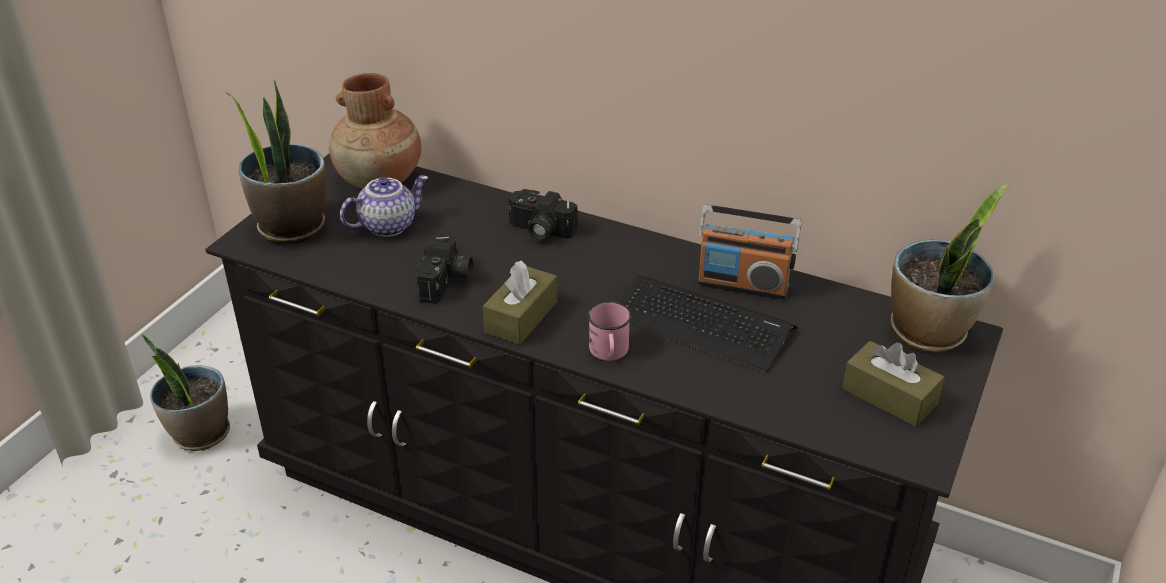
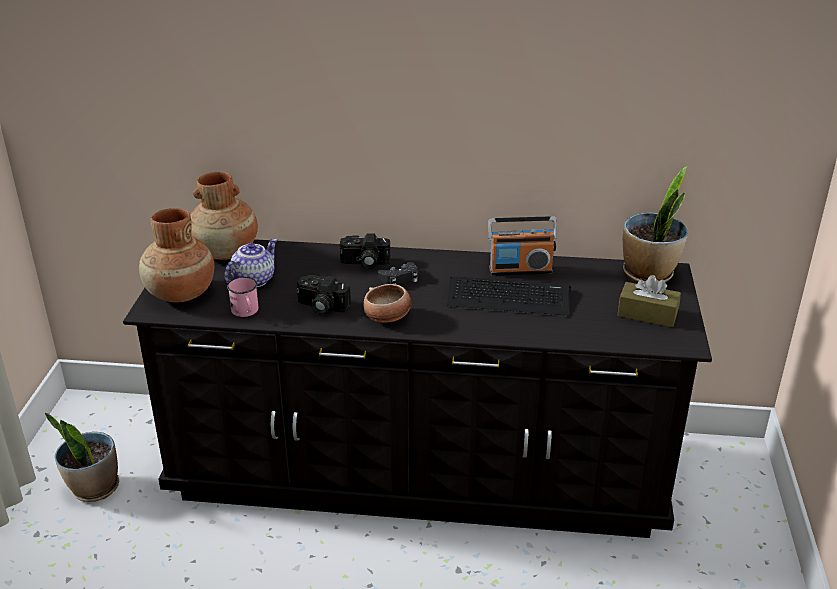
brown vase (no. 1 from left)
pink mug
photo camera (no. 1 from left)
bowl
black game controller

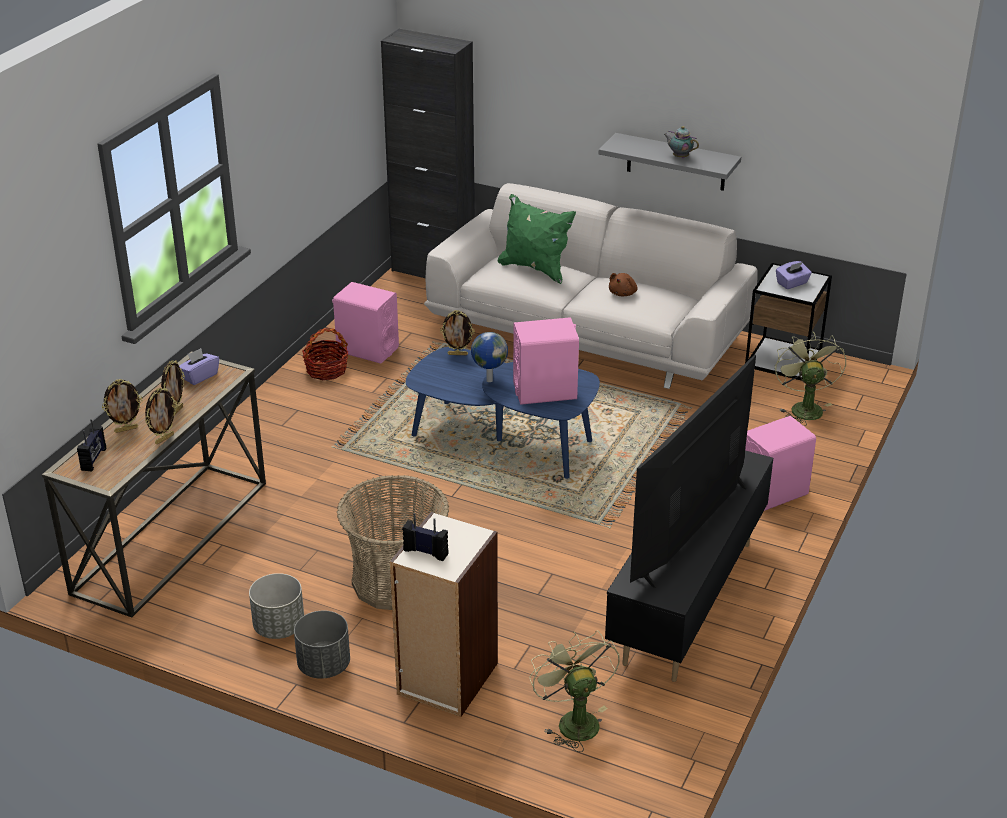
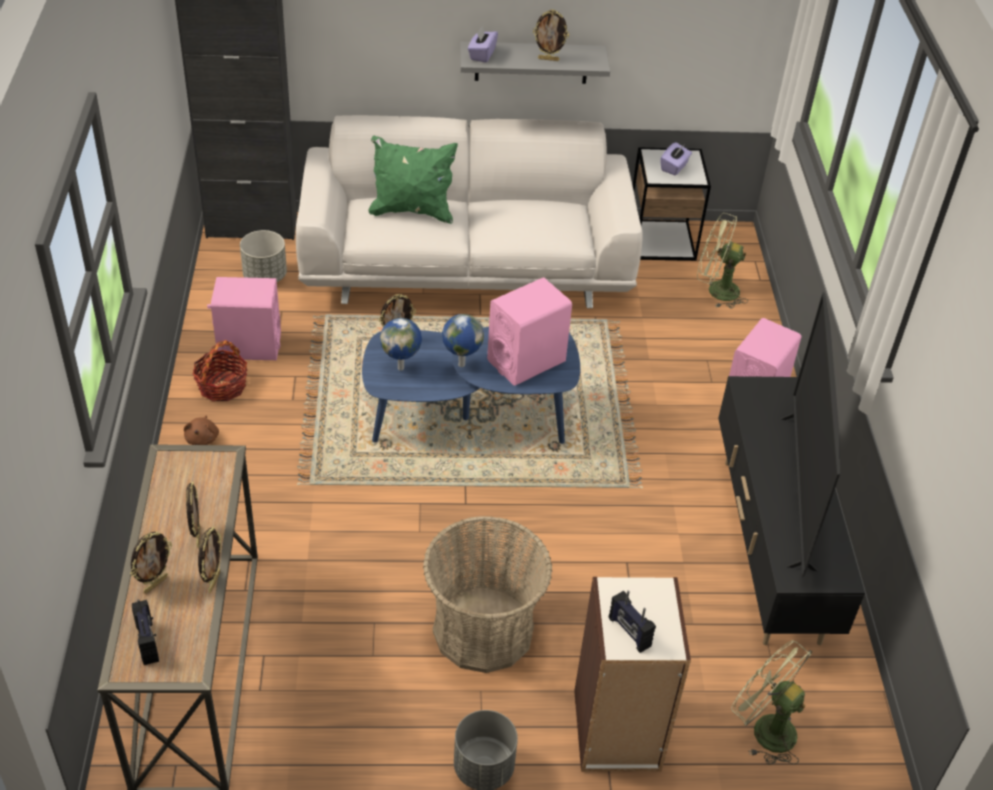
brown plush toy
grey planter (no. 1 from left)
globe (no. 1 from left)
purple tissue box (no. 1 from left)
picture frame (no. 5 from left)
radio (no. 2 from left)
green fan (no. 1 from left)

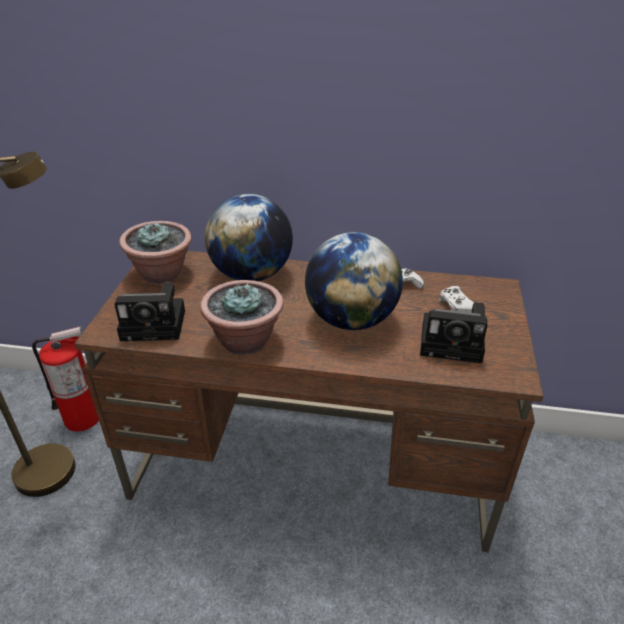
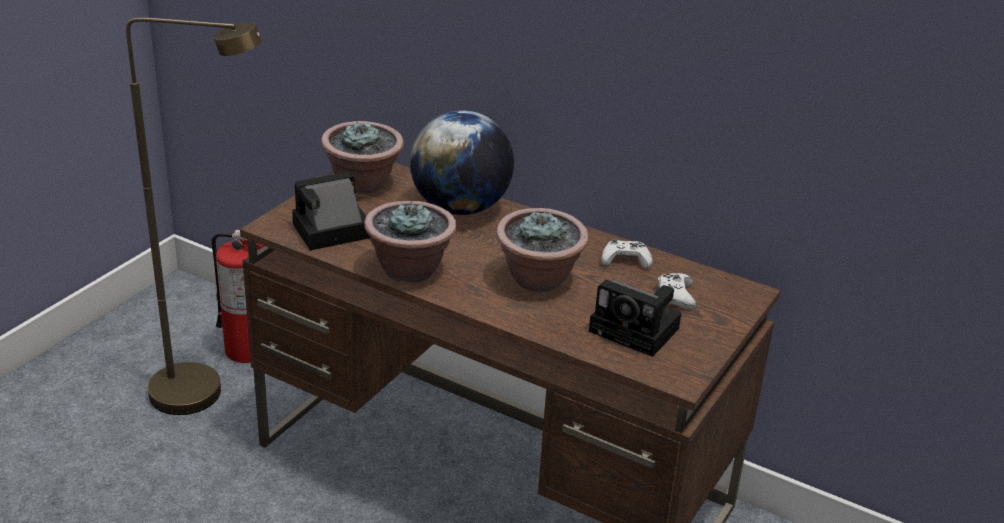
photo camera (no. 1 from left)
potted plant (no. 3 from left)

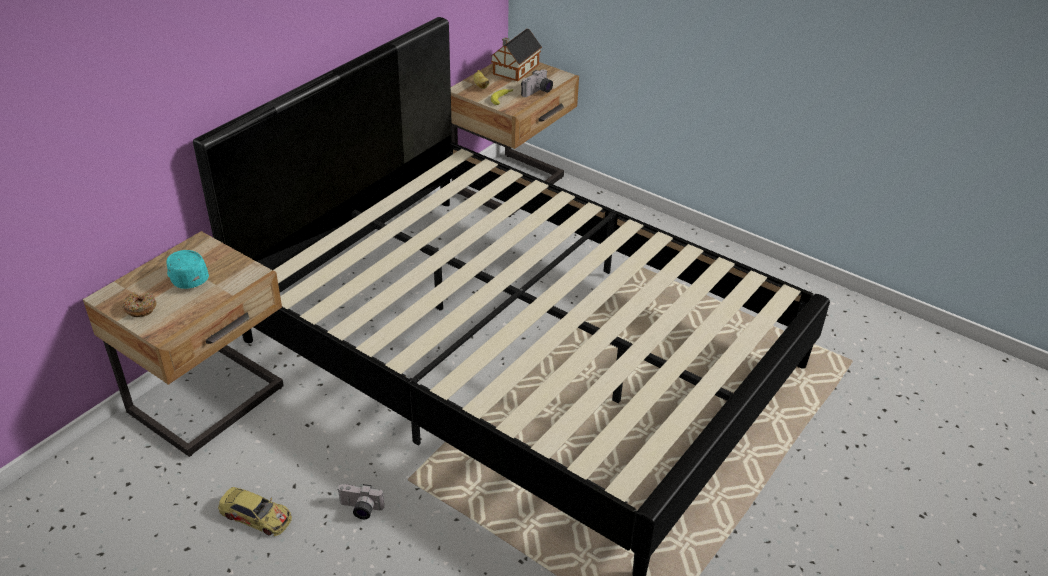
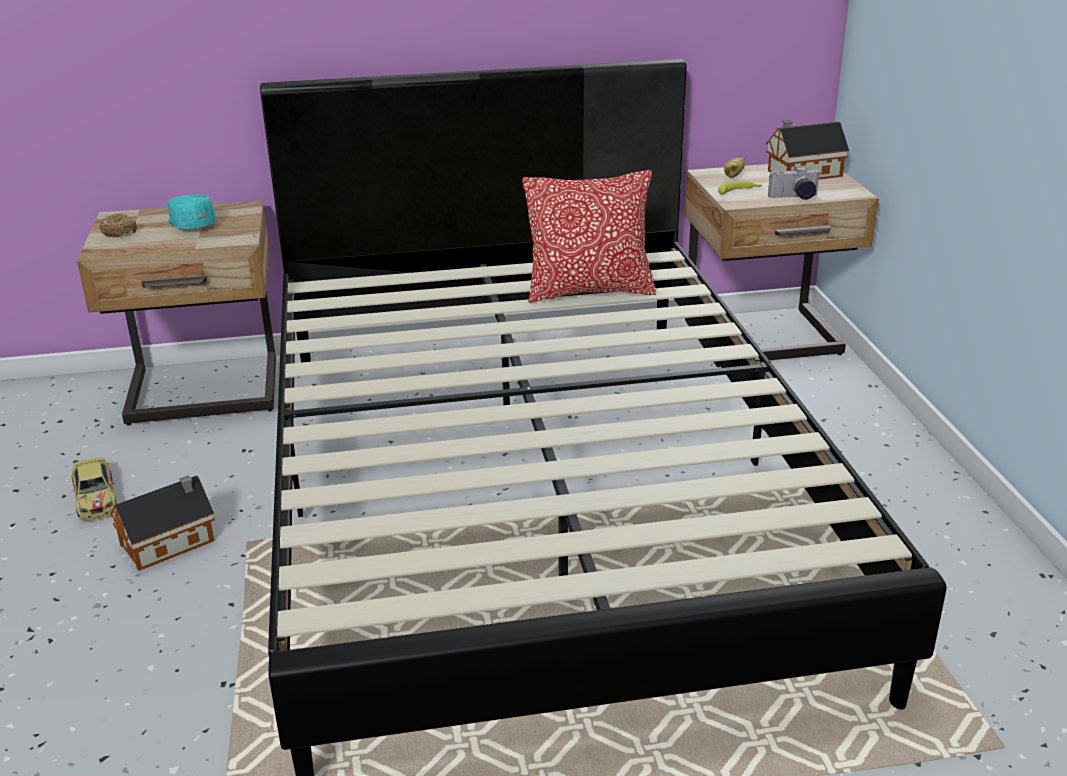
toy house (no. 1 from left)
turquoise cap
pillow

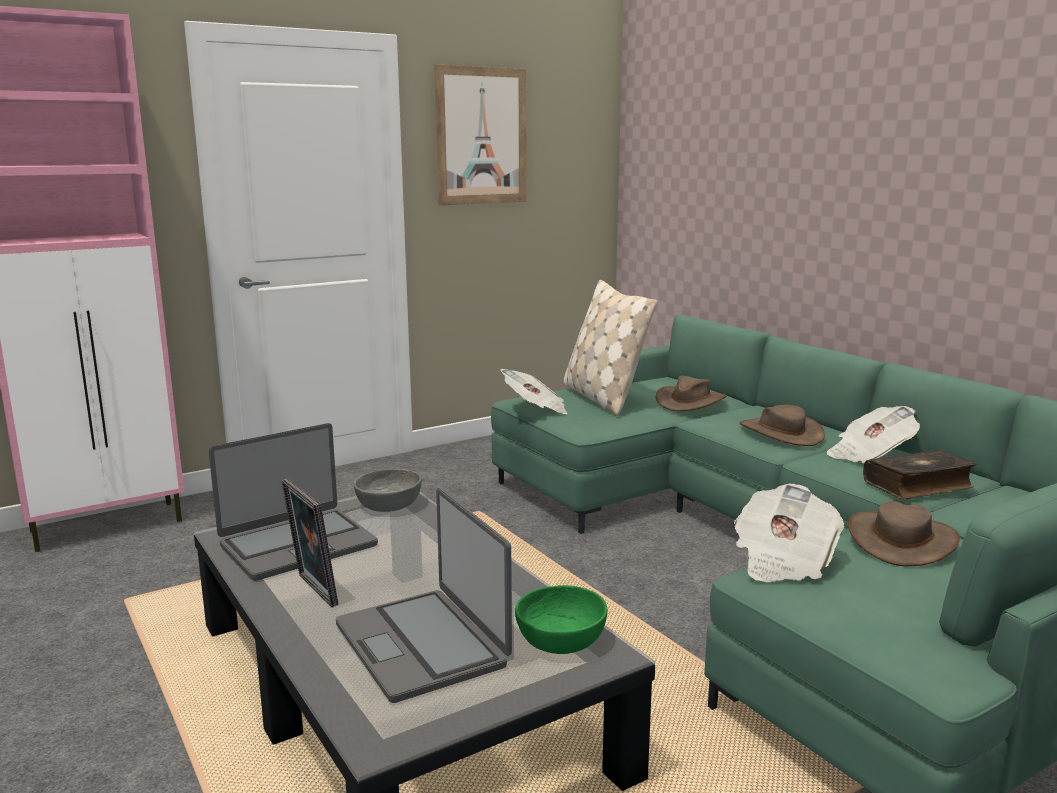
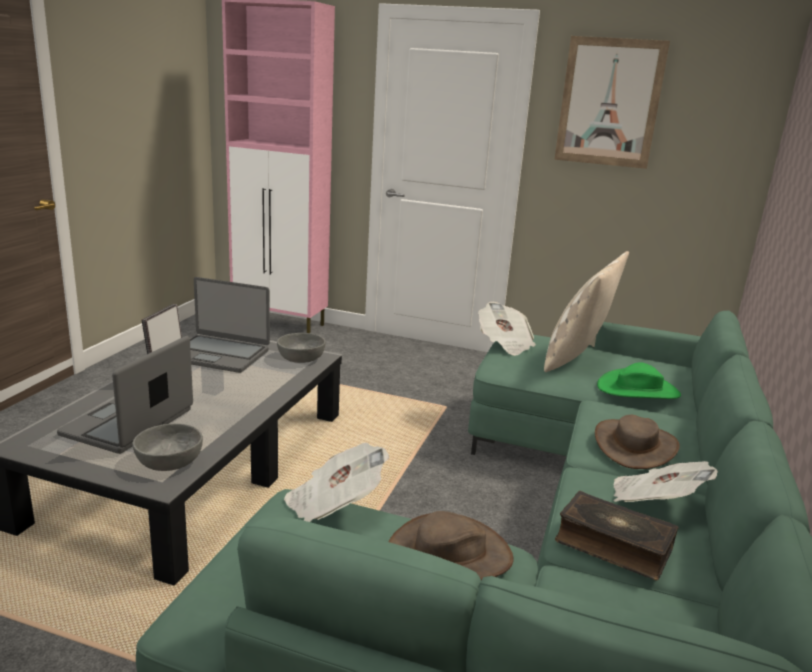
grey bowl (no. 1 from left)
green hat

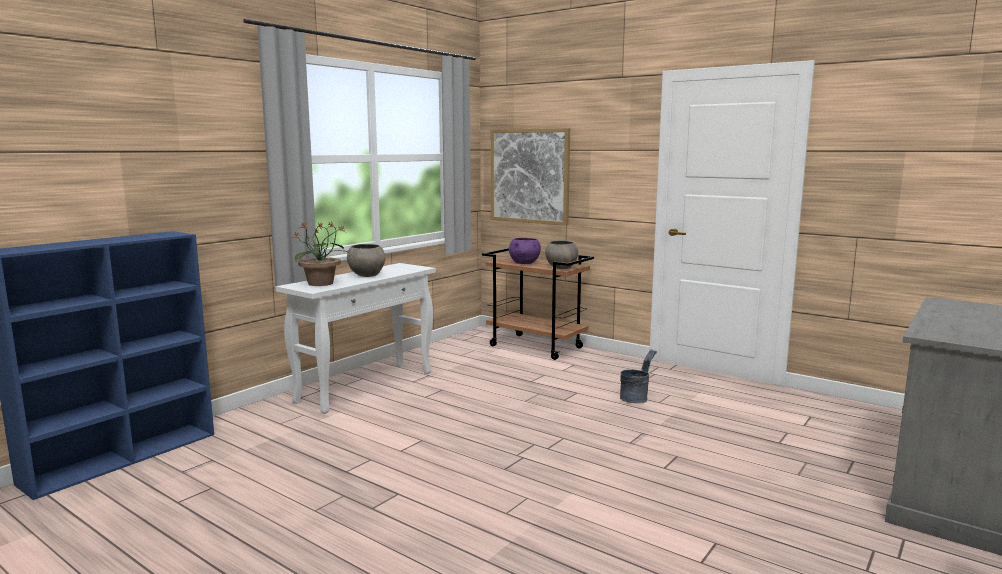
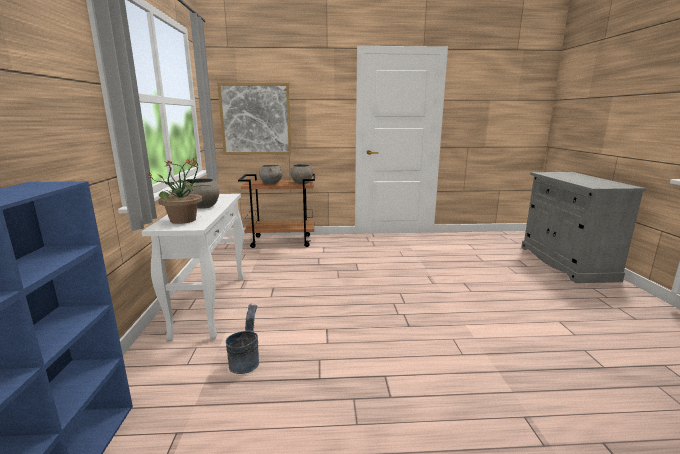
grey bucket
grey bowl (no. 2 from left)

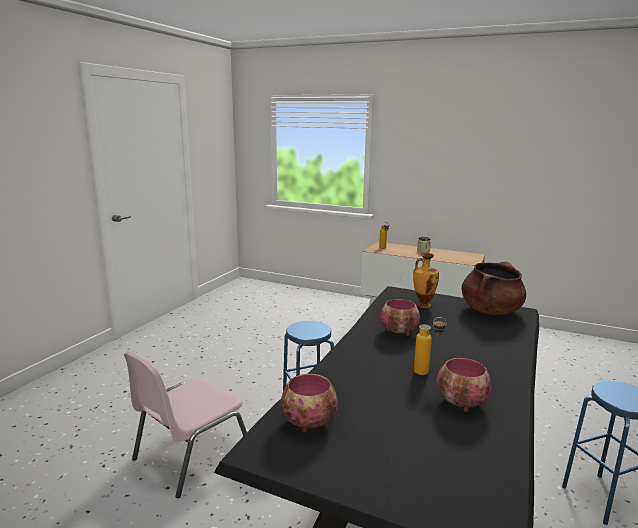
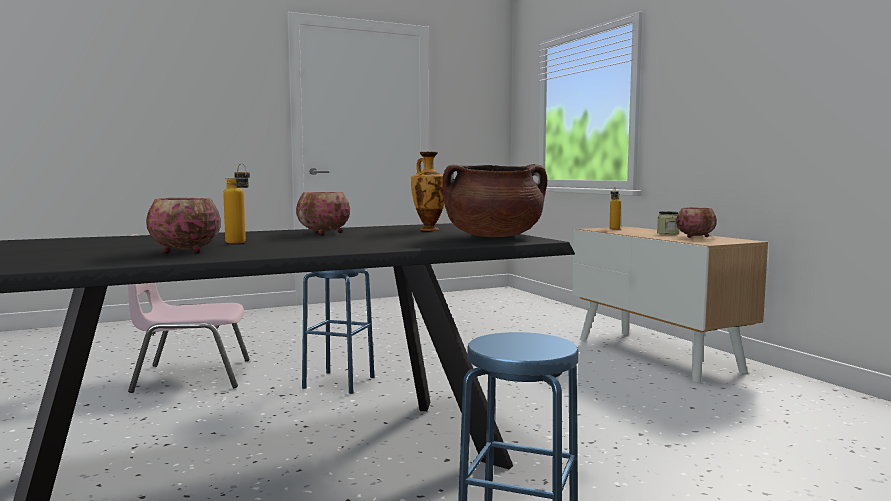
bowl (no. 3 from left)

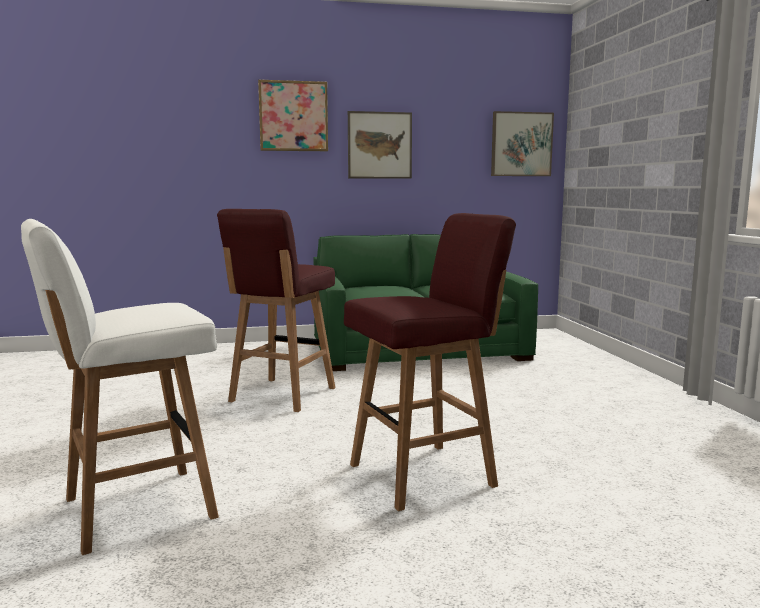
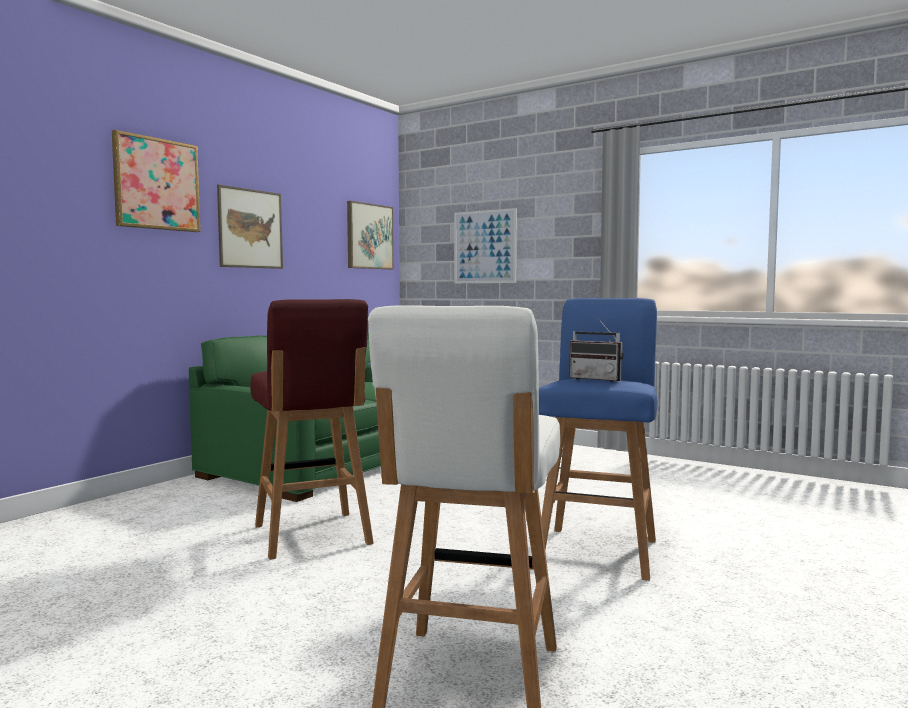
picture (no. 4 from left)
blue stool
radio

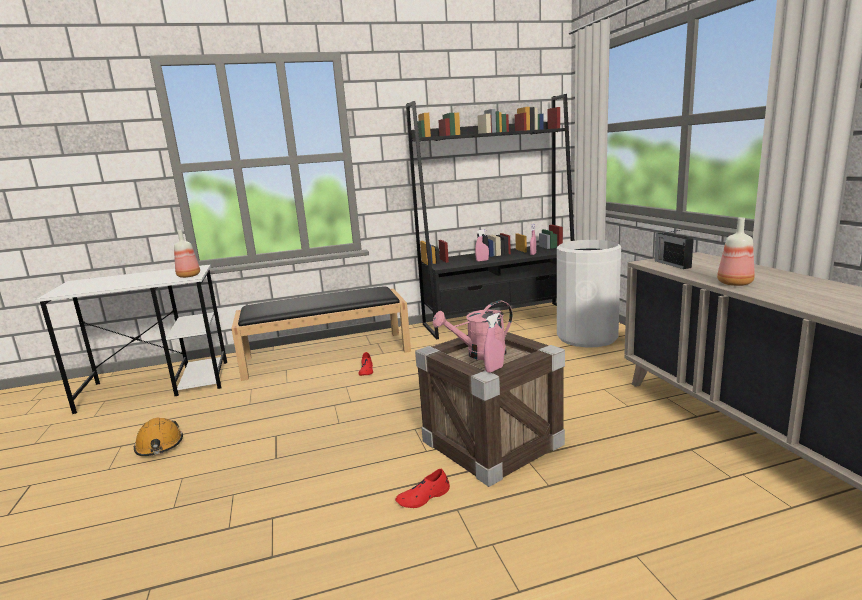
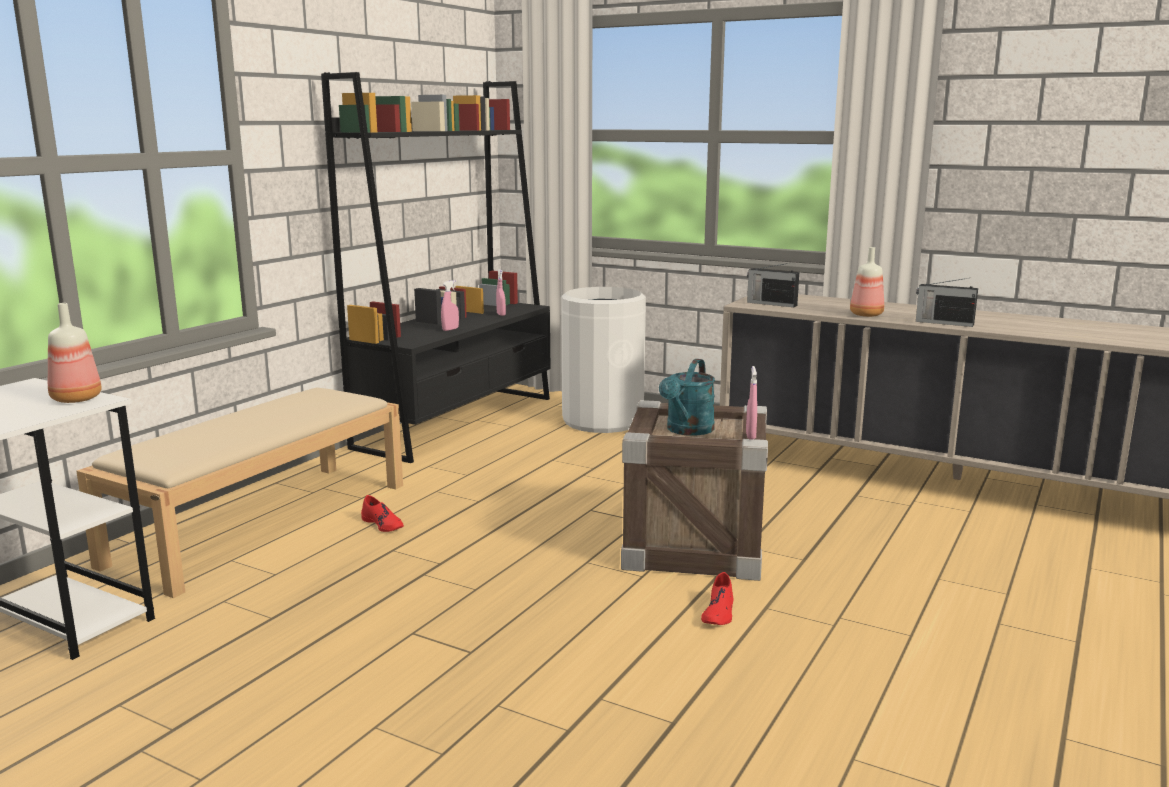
beige bench
turquoise watering can
radio (no. 2 from left)
orange hard hat

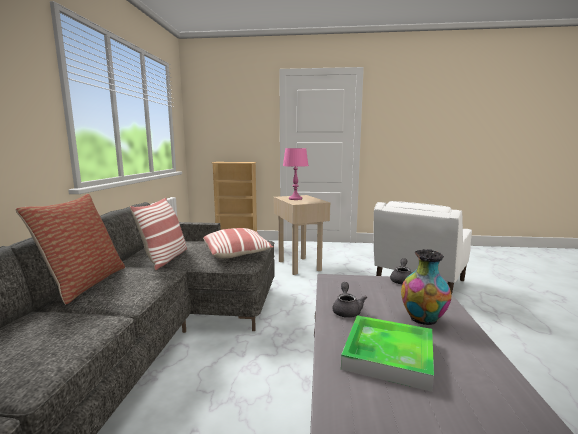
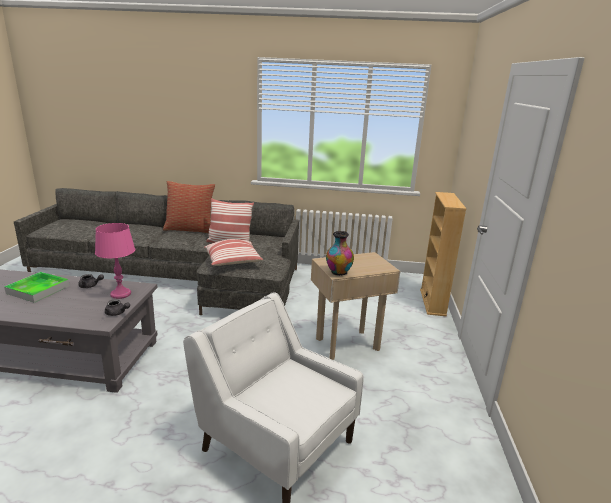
pink table lamp
vase

